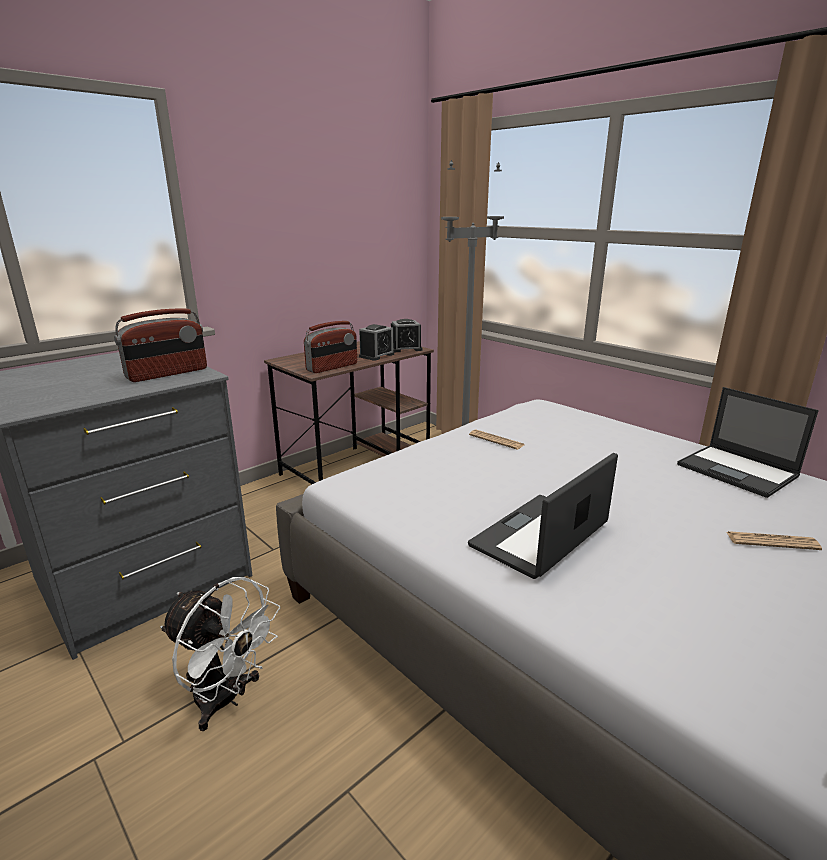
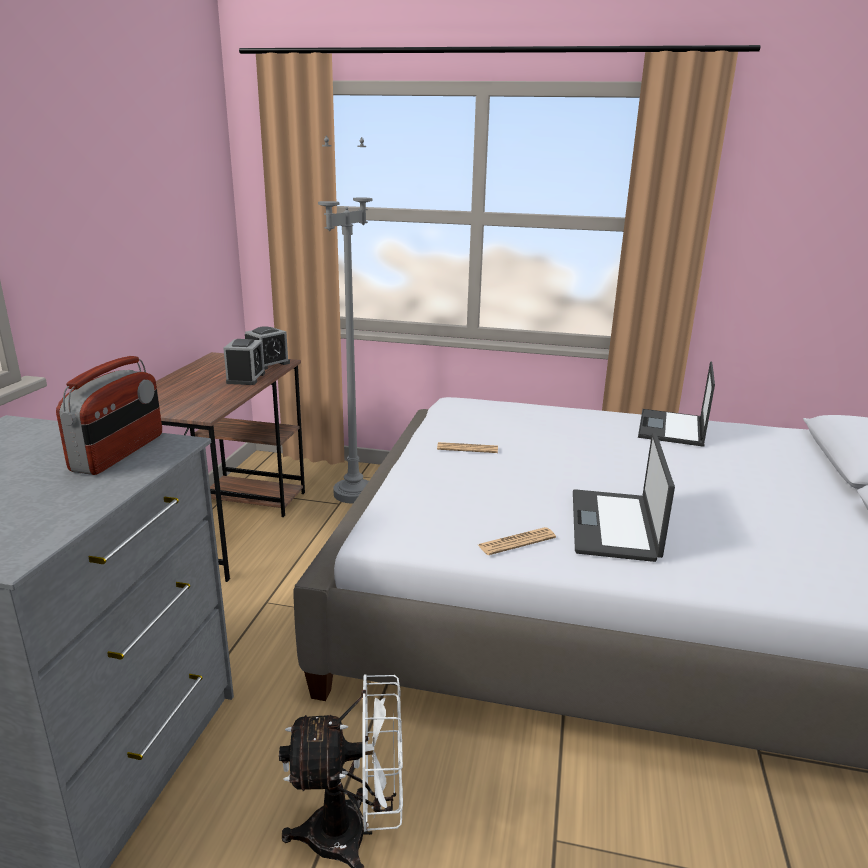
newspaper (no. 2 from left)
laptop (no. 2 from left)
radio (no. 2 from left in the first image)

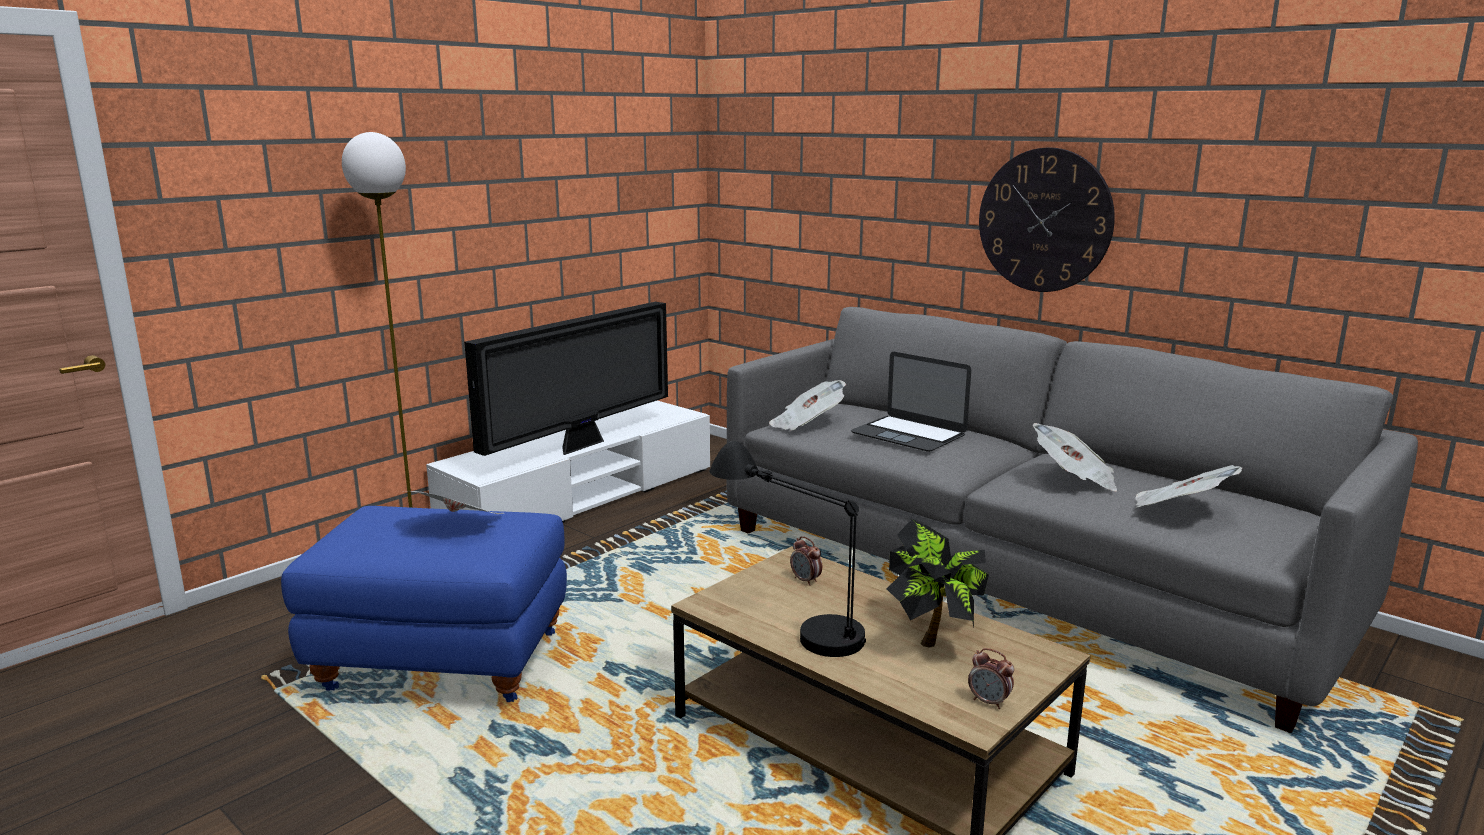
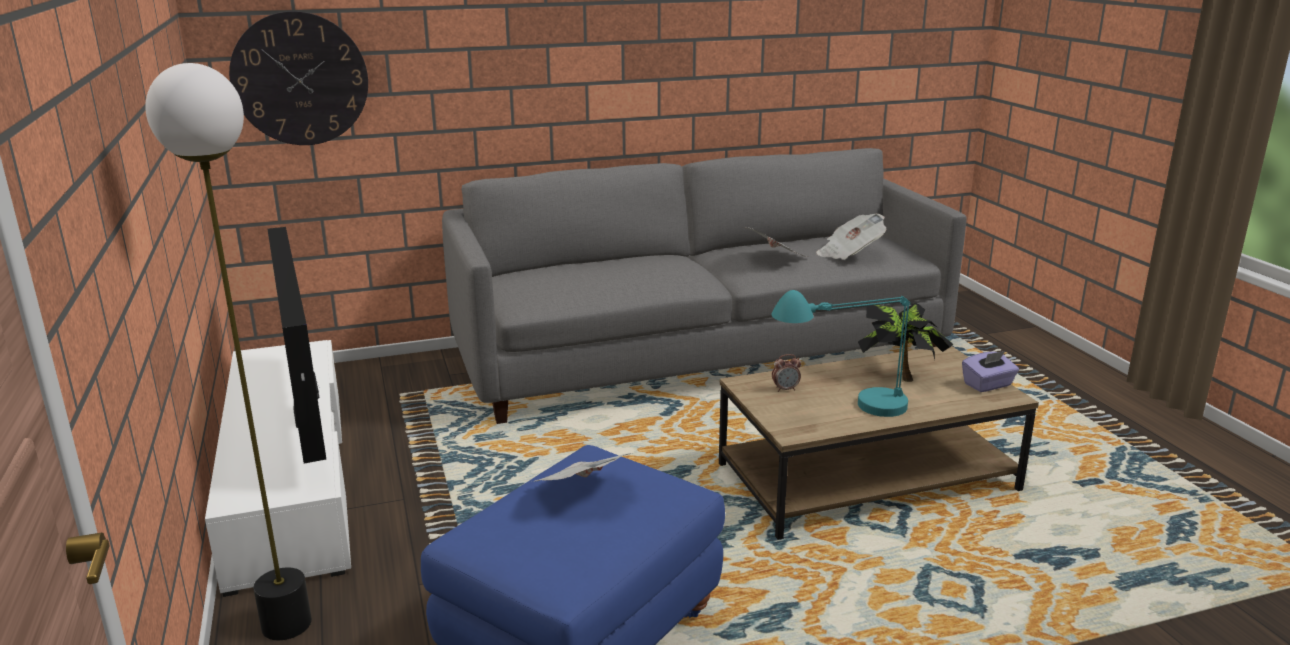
wall clock
turquoise table lamp
purple tissue box
newspaper (no. 2 from left in the first image)
laptop

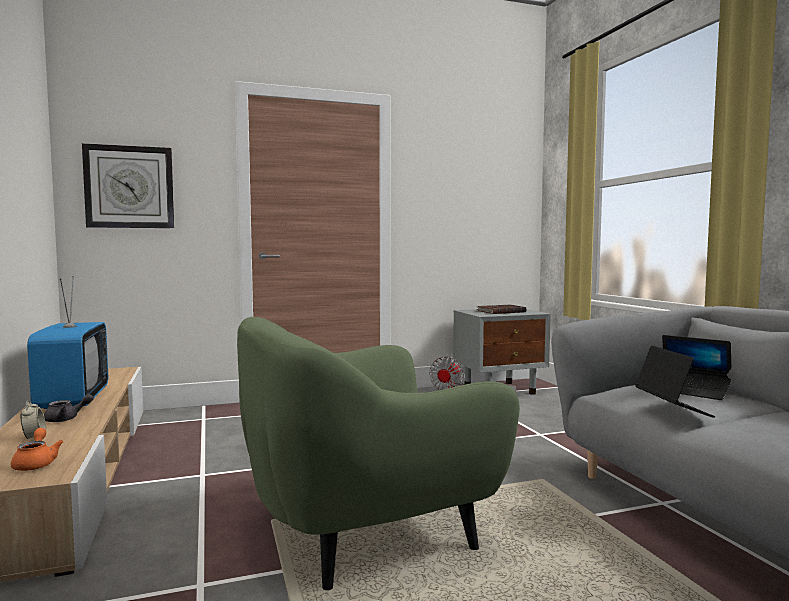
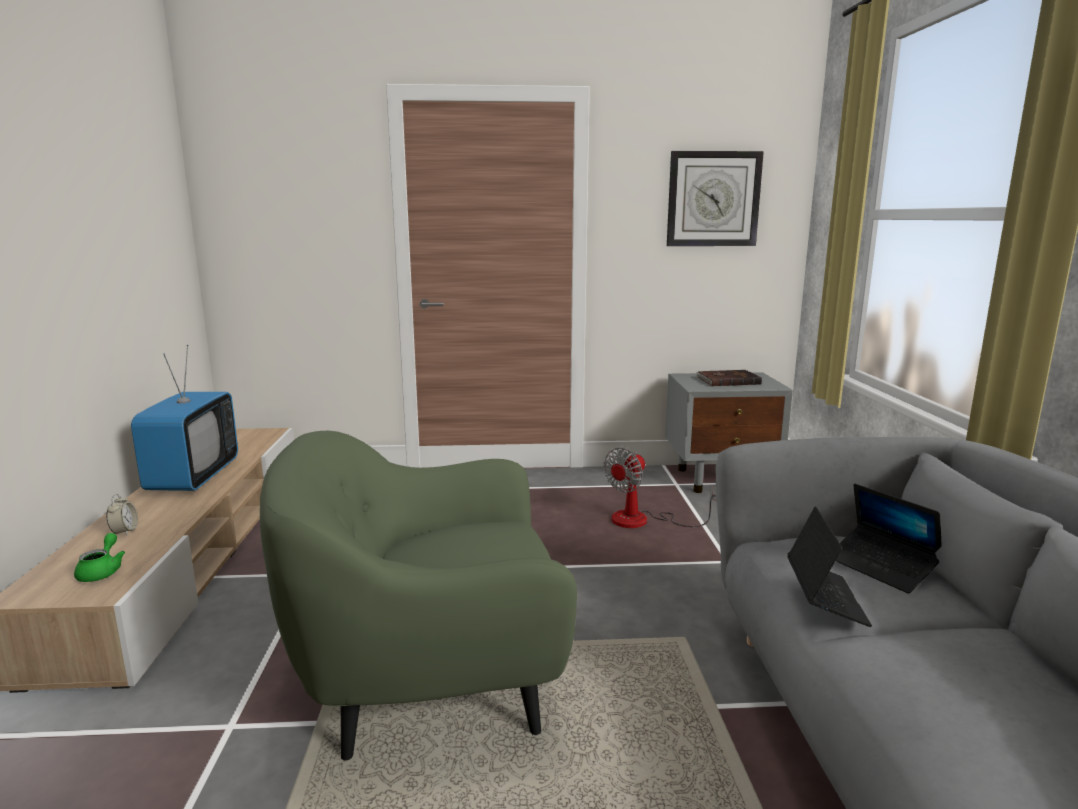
green teapot
wall clock
grey teapot

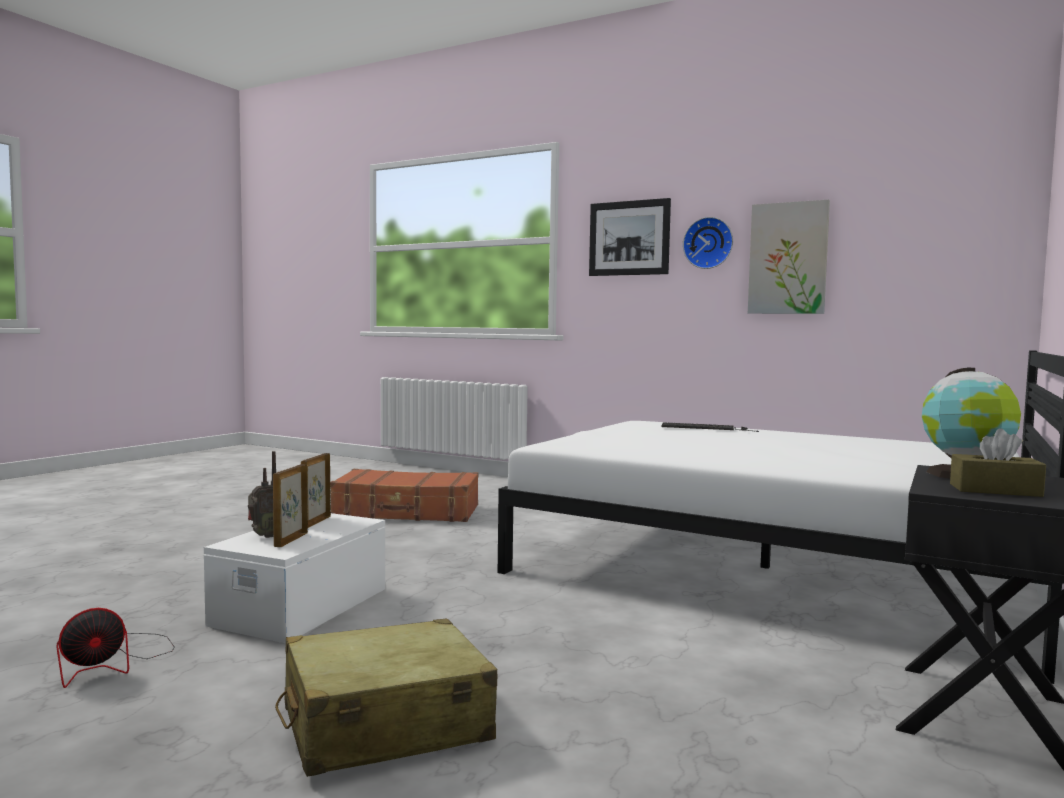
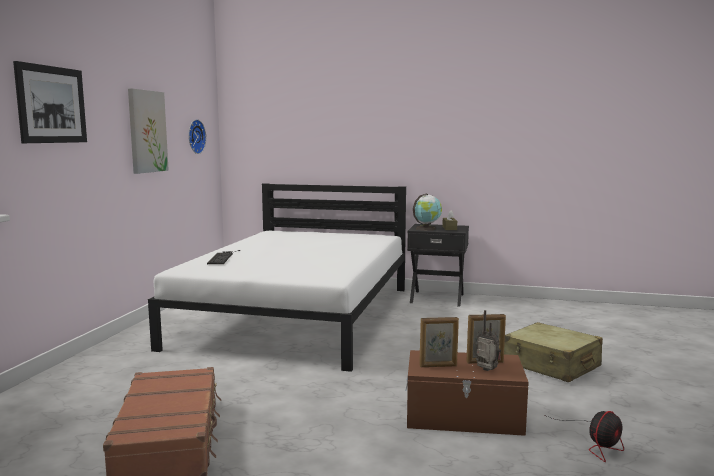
wall clock
brown storage box
fan

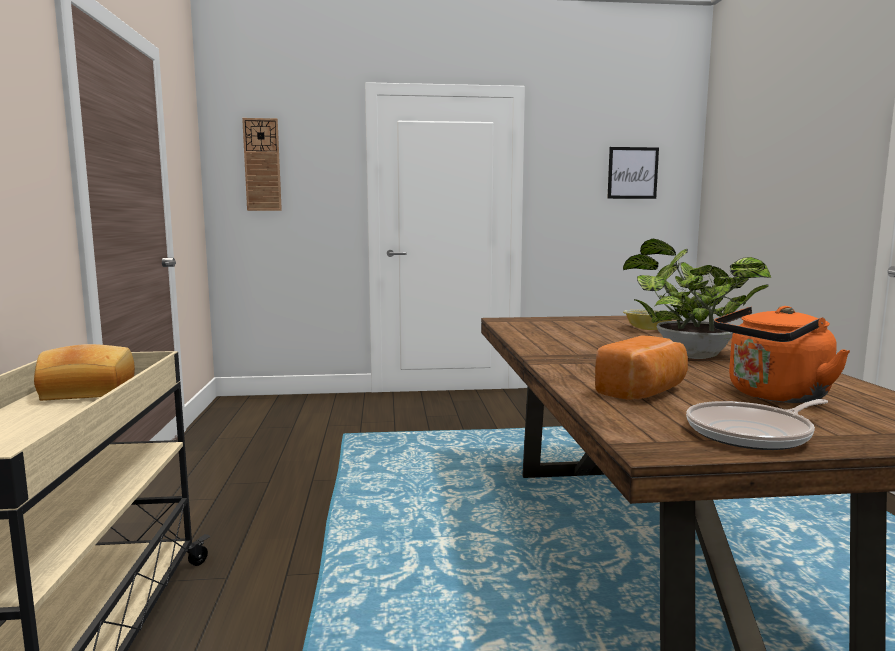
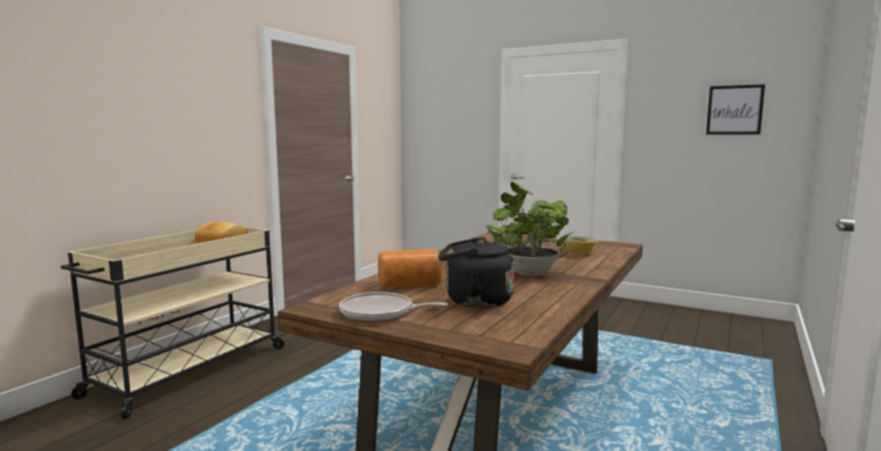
black kettle
wall clock

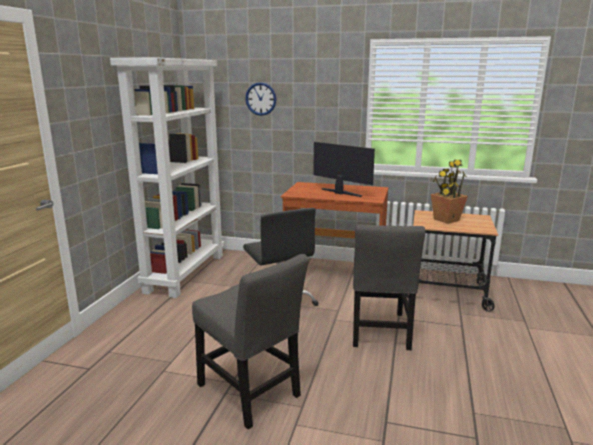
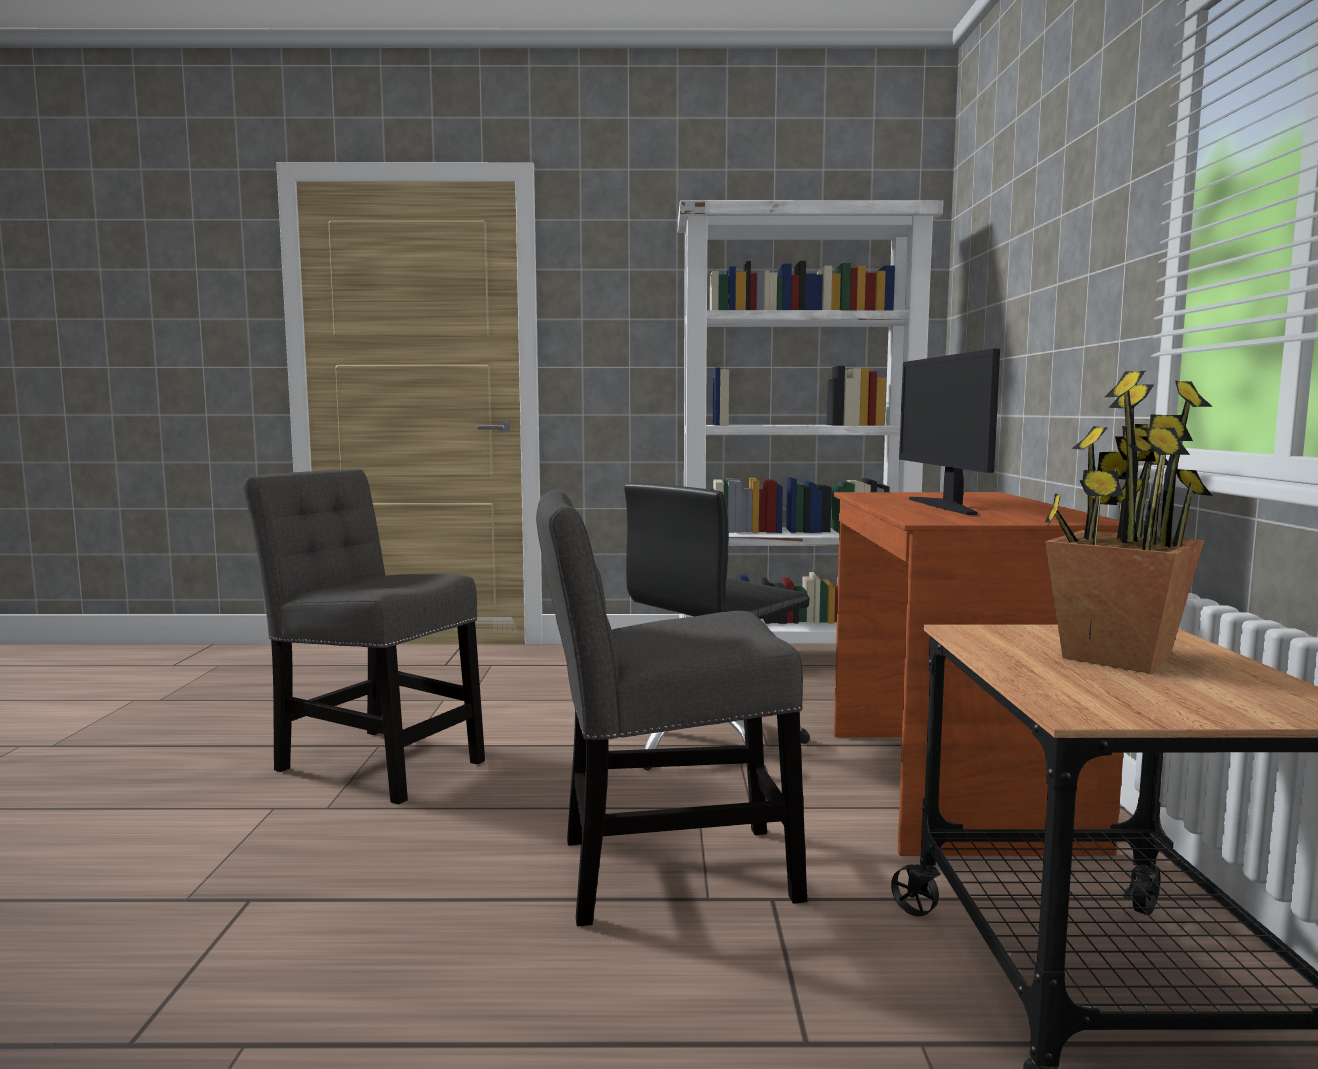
grey chair (no. 1 from left)
monitor
wall clock

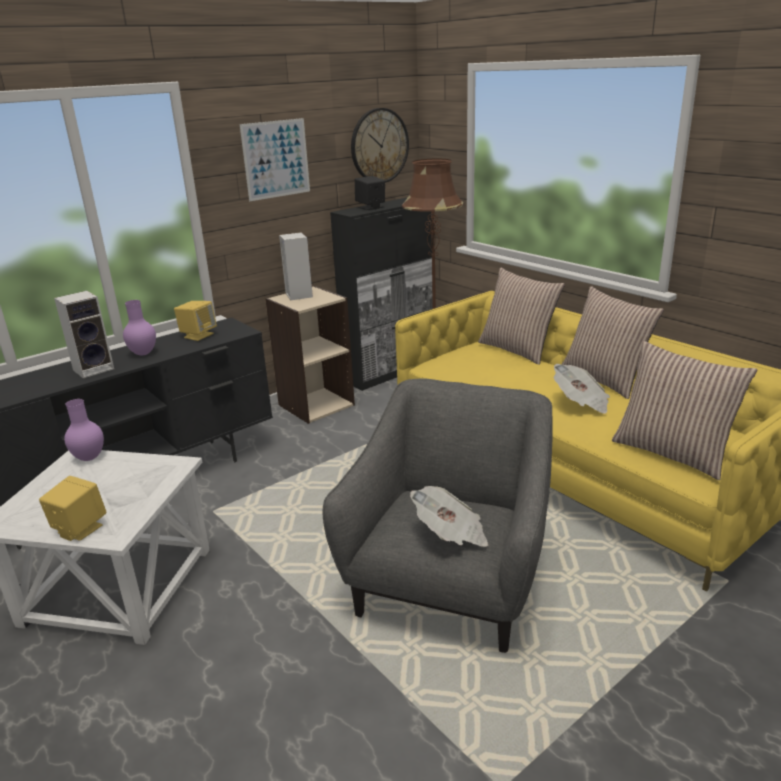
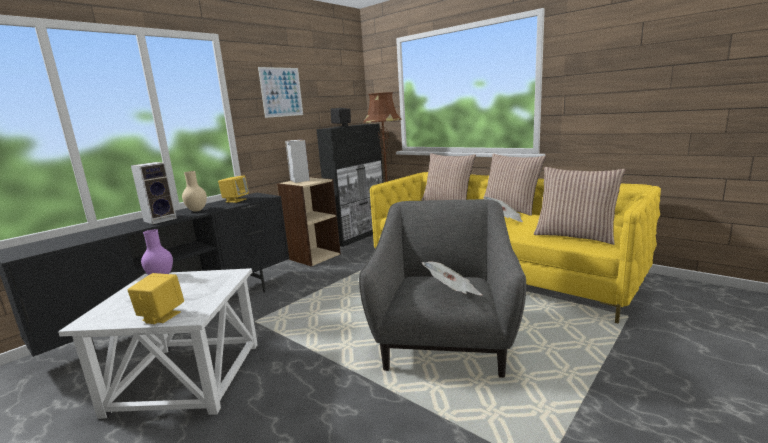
beige vase
wall clock

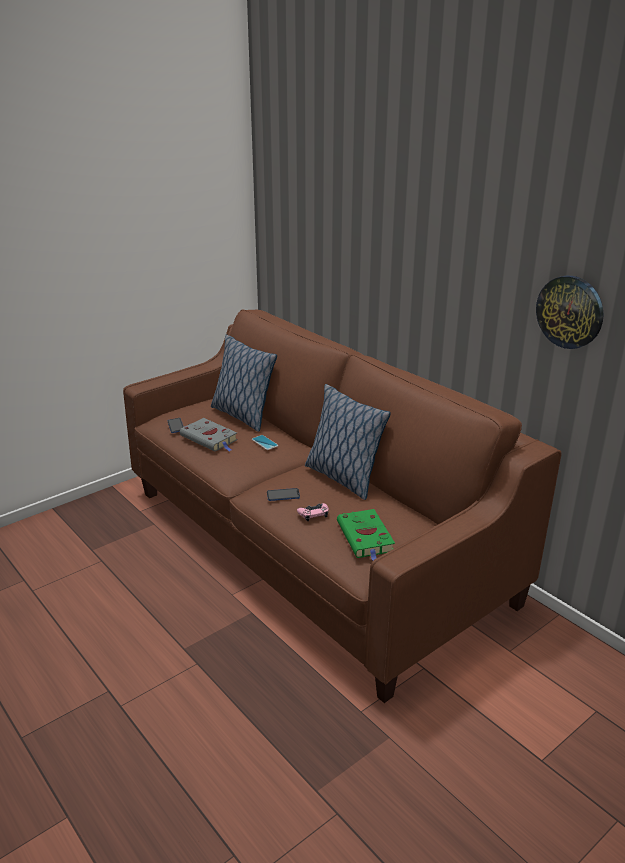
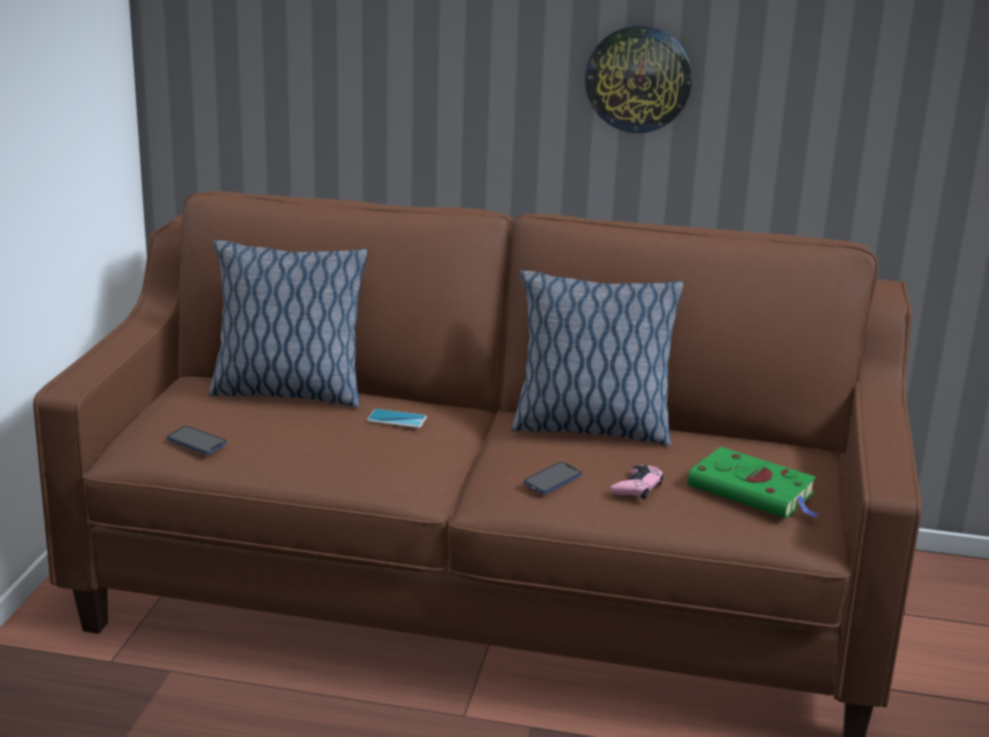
wall clock
grey book

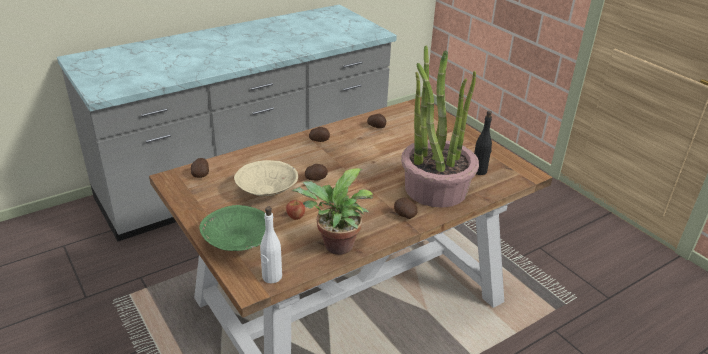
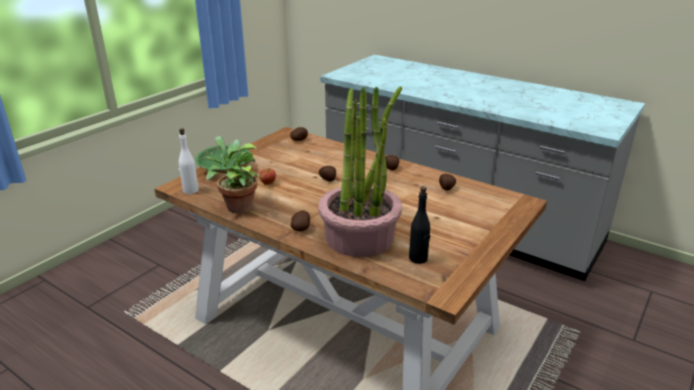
beige bowl

